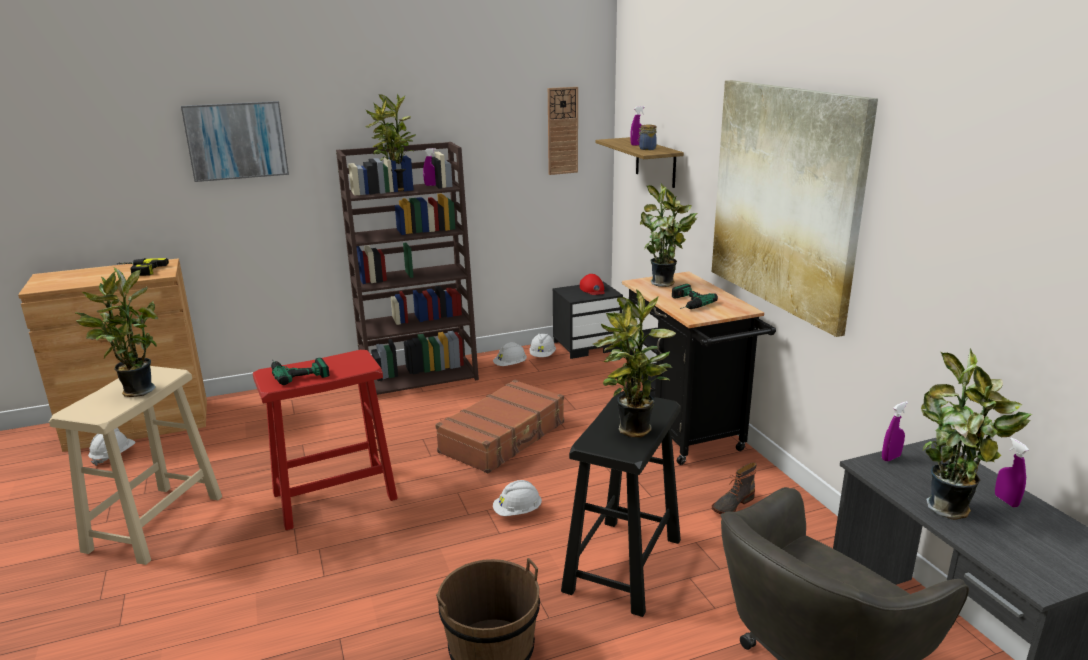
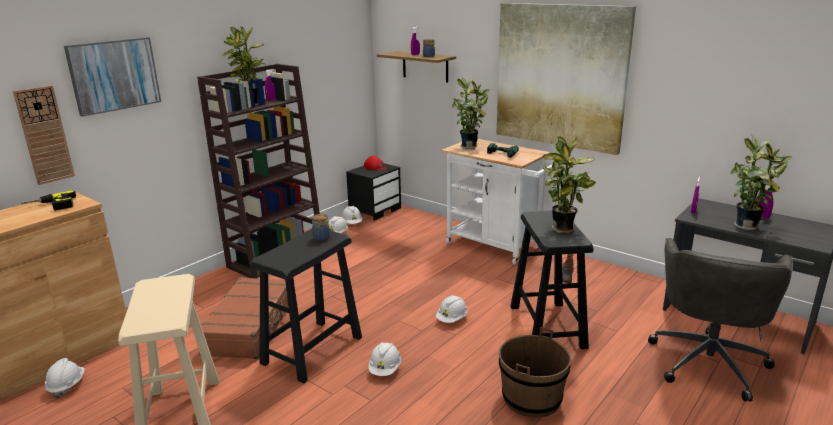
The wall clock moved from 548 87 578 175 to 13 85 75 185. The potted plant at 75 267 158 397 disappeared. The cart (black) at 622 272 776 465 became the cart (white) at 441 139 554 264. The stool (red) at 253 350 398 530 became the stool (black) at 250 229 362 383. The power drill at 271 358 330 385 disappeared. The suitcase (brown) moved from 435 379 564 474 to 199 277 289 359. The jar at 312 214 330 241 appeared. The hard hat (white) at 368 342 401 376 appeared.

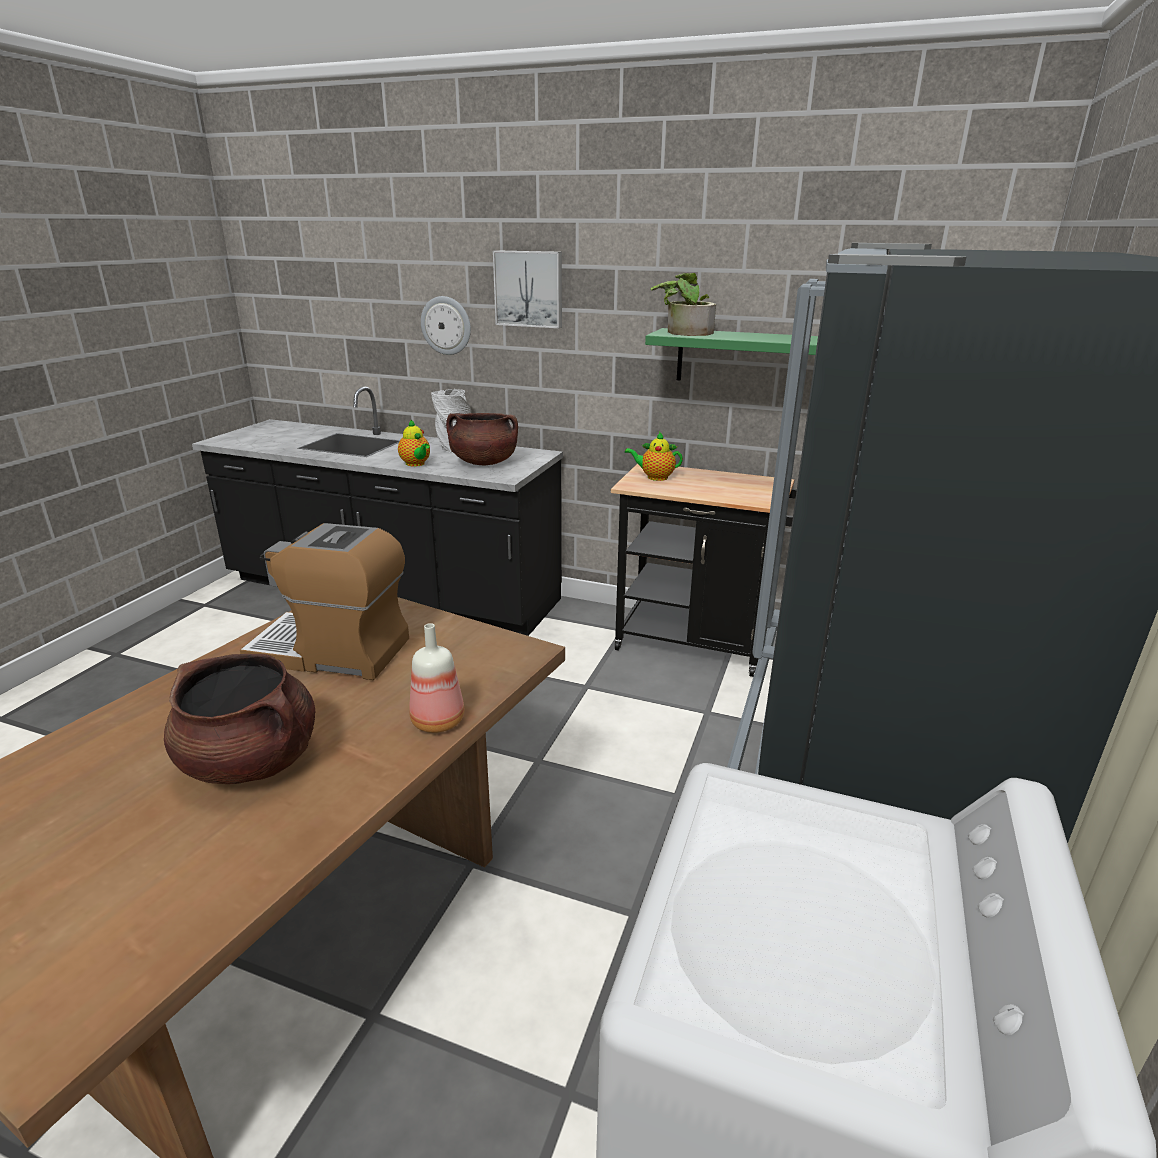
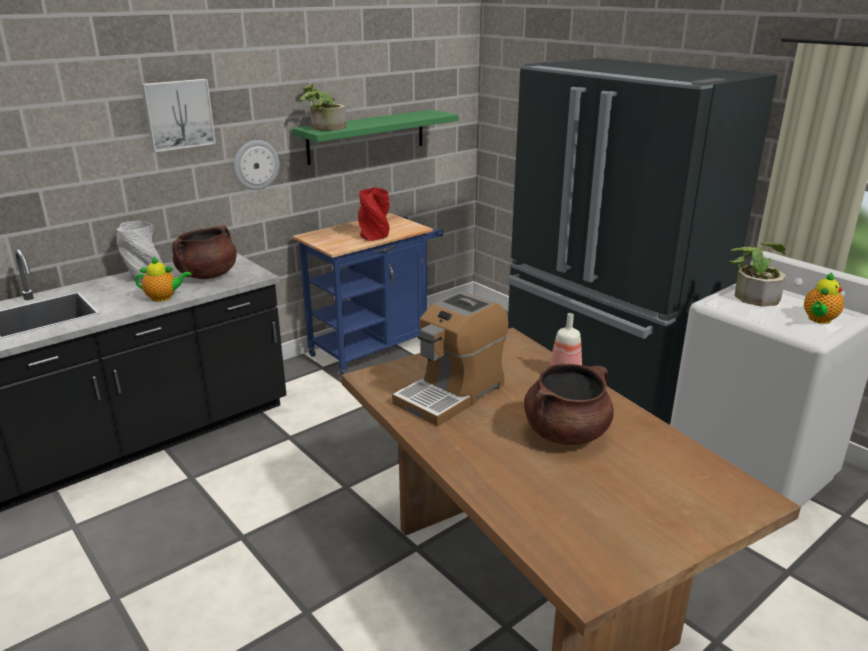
The wall clock moved from 421 296 471 355 to 234 140 279 190. The teapot moved from 625 432 683 481 to 804 272 844 324. The cart (black) at 611 464 797 677 became the cart (blue) at 293 213 443 375. The vase (red) at 358 187 390 241 appeared. The potted plant at 729 242 786 306 appeared.

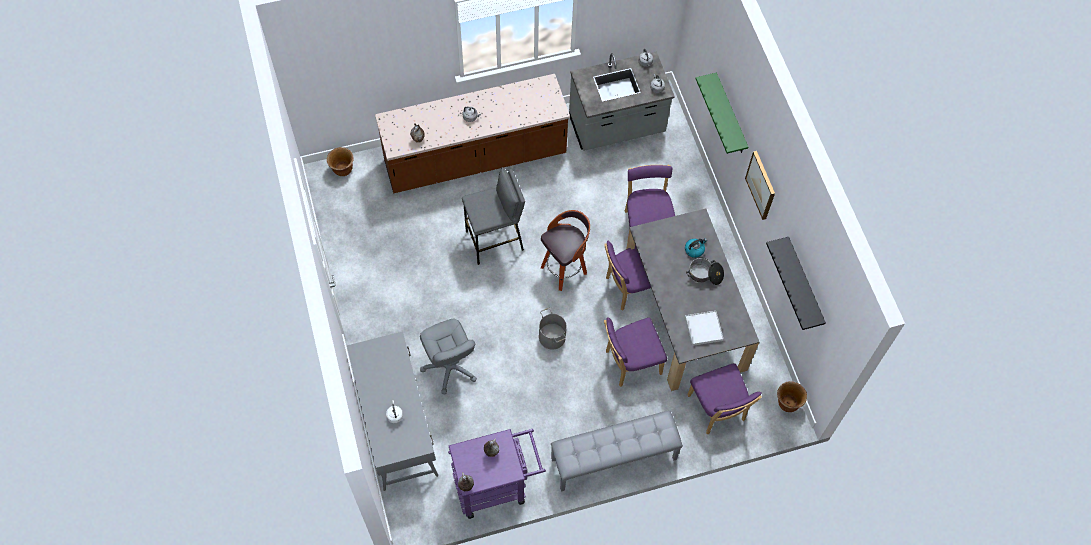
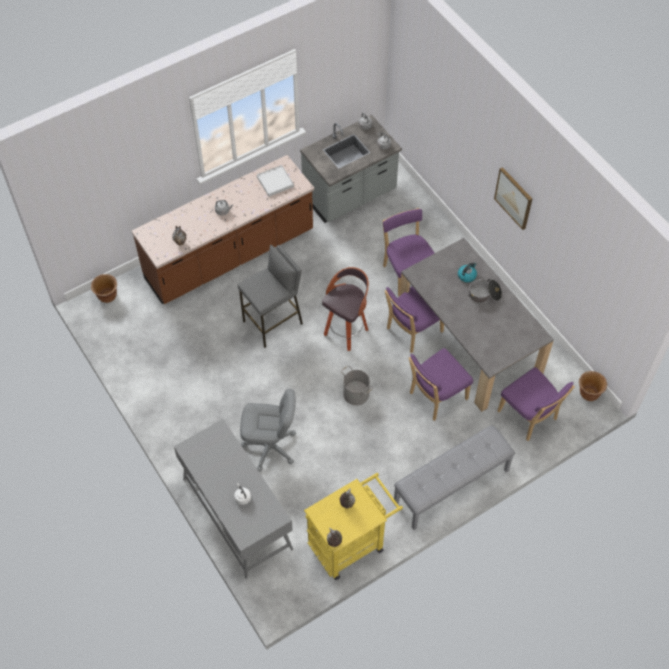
The shelf (green) at 696 73 748 154 disappeared. The shelf (black) at 766 237 826 330 disappeared. The tray (white) moved from 685 311 724 346 to 257 165 294 196. The office chair (grey) at 420 319 477 394 turned 45 degrees counterclockwise. The cart (purple) at 448 429 546 519 became the cart (yellow) at 304 473 403 580.

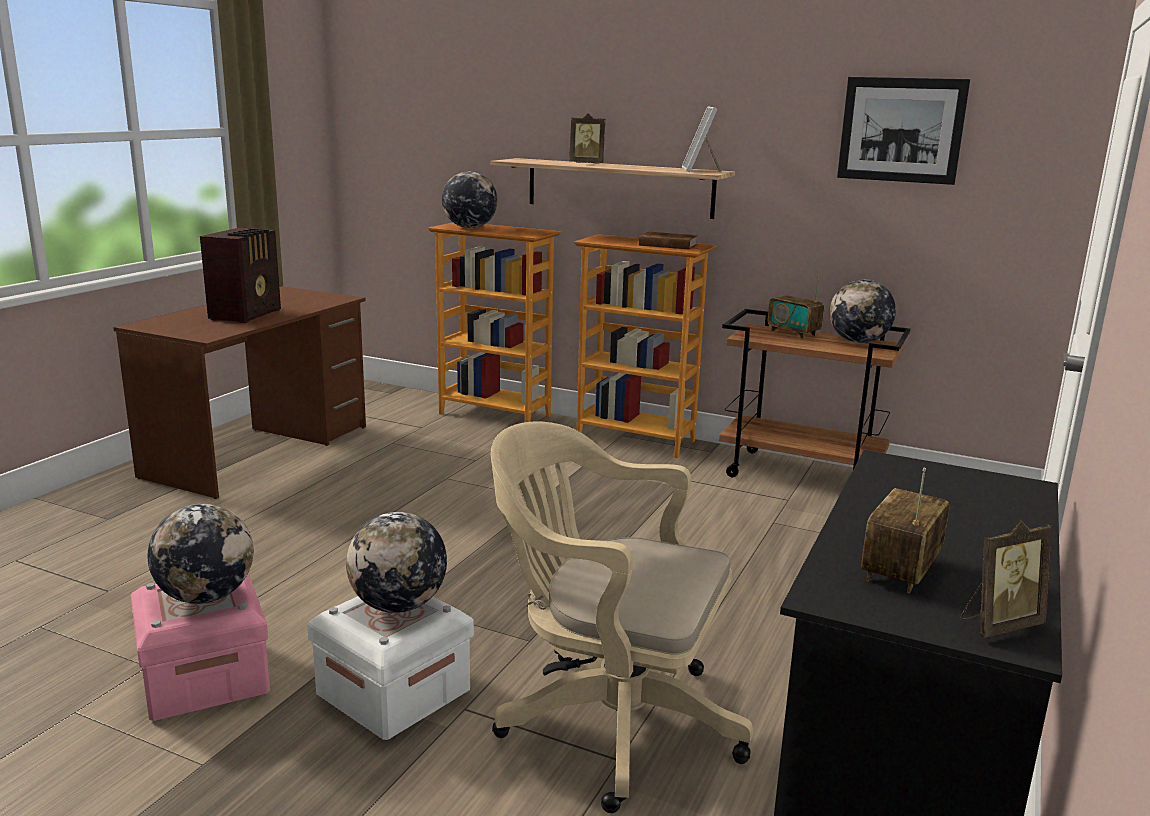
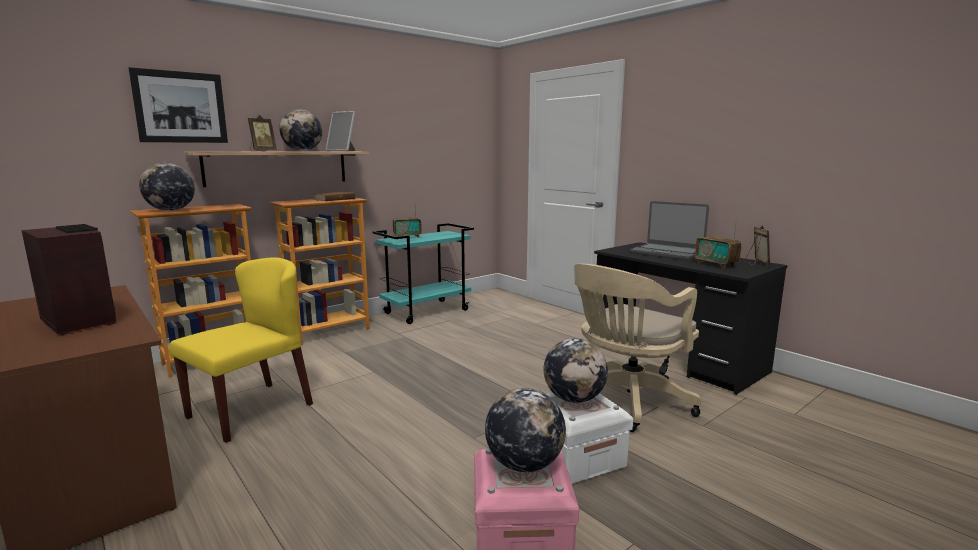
The picture moved from 837 77 970 185 to 129 67 228 143. The globe moved from 830 279 896 343 to 279 109 322 151. The cart (brown) at 719 309 910 477 became the cart (turquoise) at 372 223 474 324. The laptop at 630 201 709 260 appeared. The chair (yellow) at 170 257 313 443 appeared.

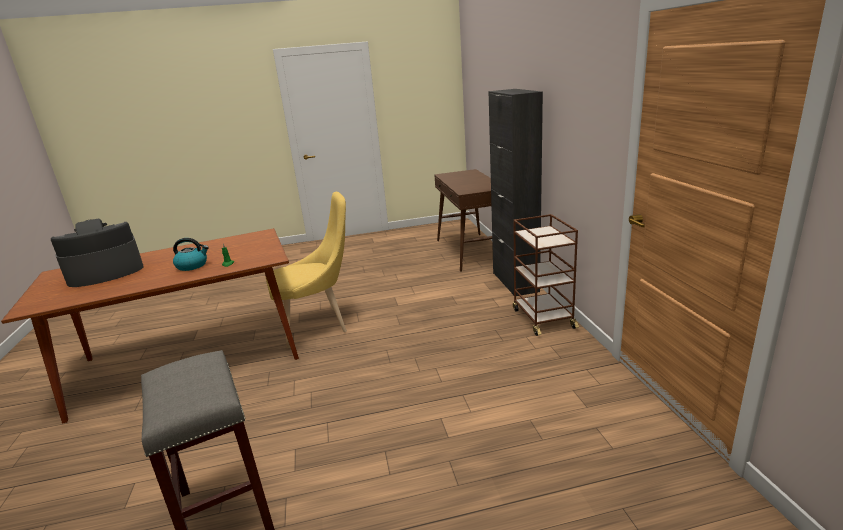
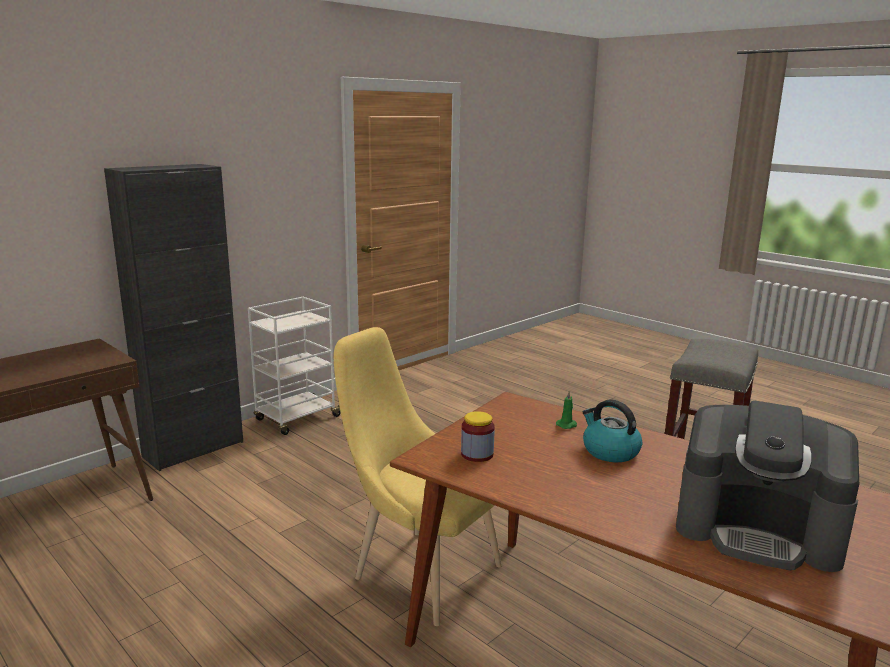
The cart (brown) at 513 214 579 336 became the cart (white) at 248 297 340 435. The jar at 461 411 495 462 appeared.

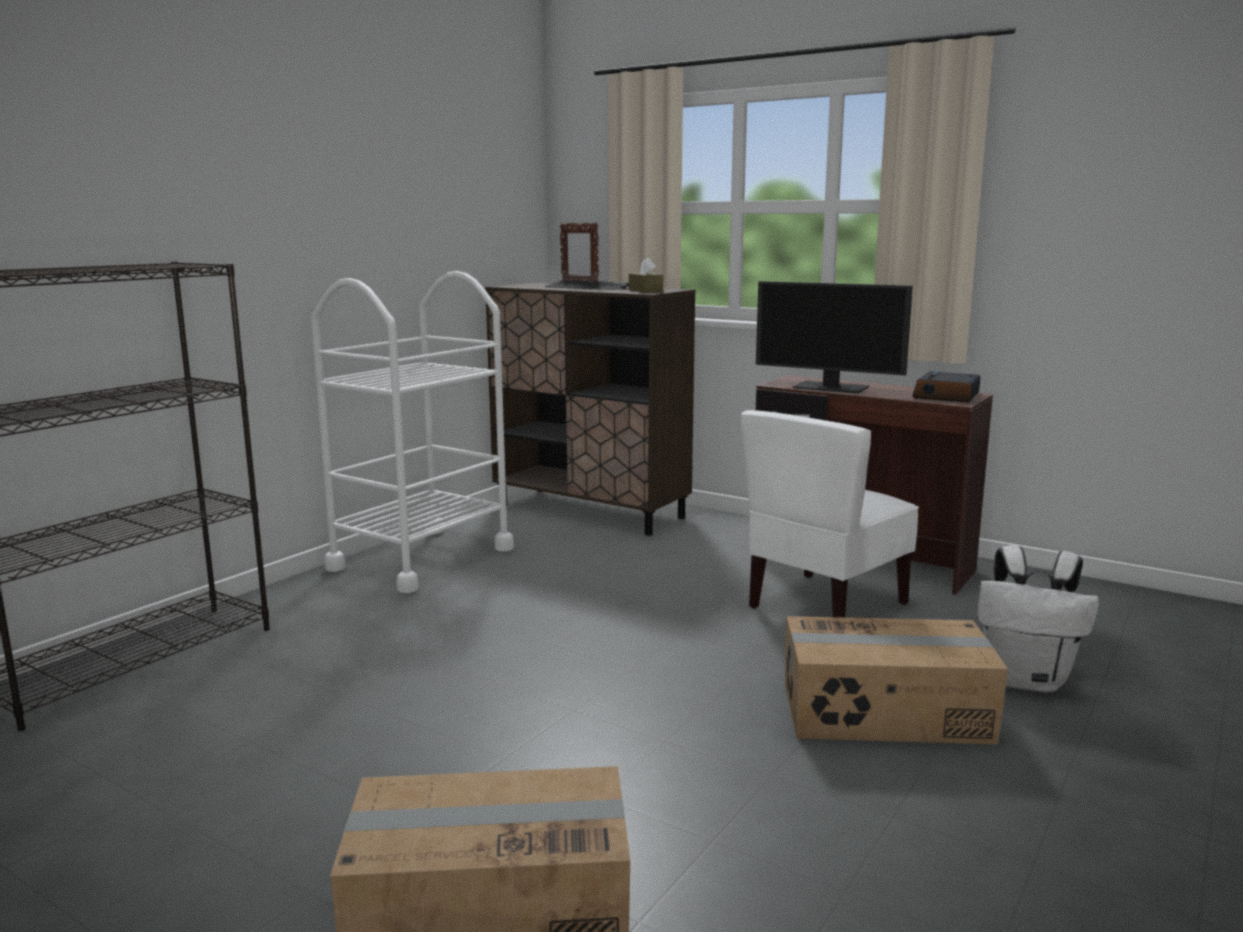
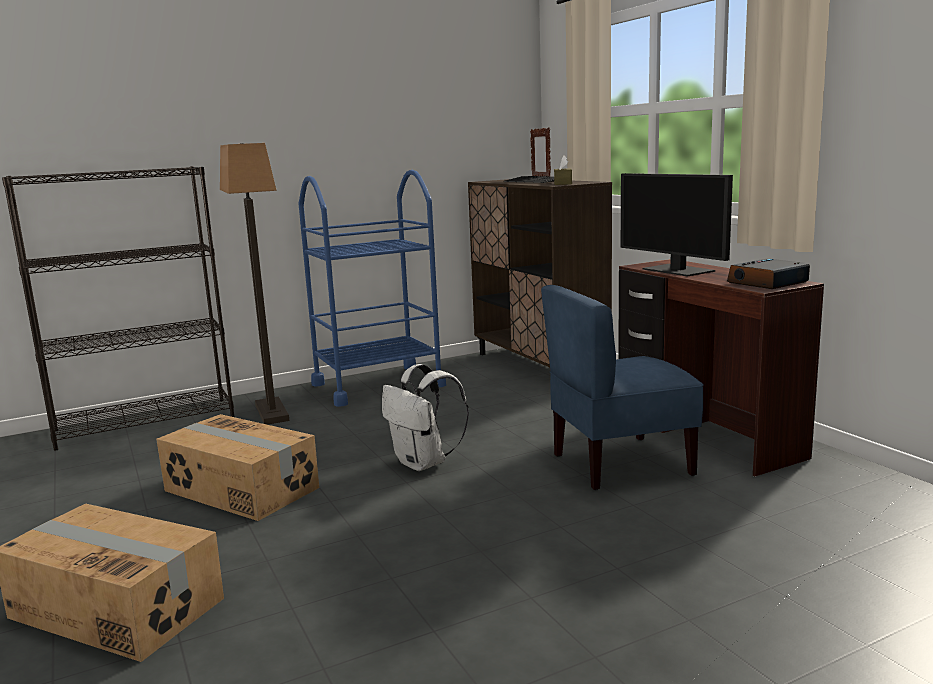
The cart (white) at 311 271 514 593 became the cart (blue) at 298 170 446 407. The chair (white) at 741 410 919 617 became the chair (blue) at 541 285 704 490. The backpack (white) moved from 977 545 1099 693 to 382 364 469 471. The cardboard box moved from 785 616 1008 745 to 156 414 319 521. The floor lamp at 220 143 290 425 appeared.

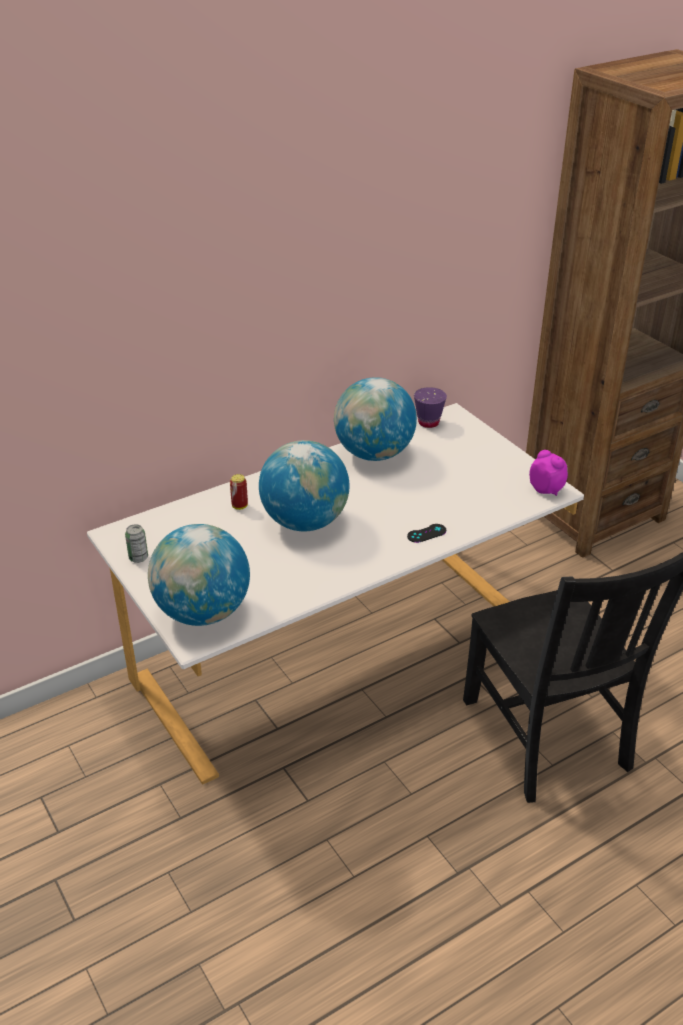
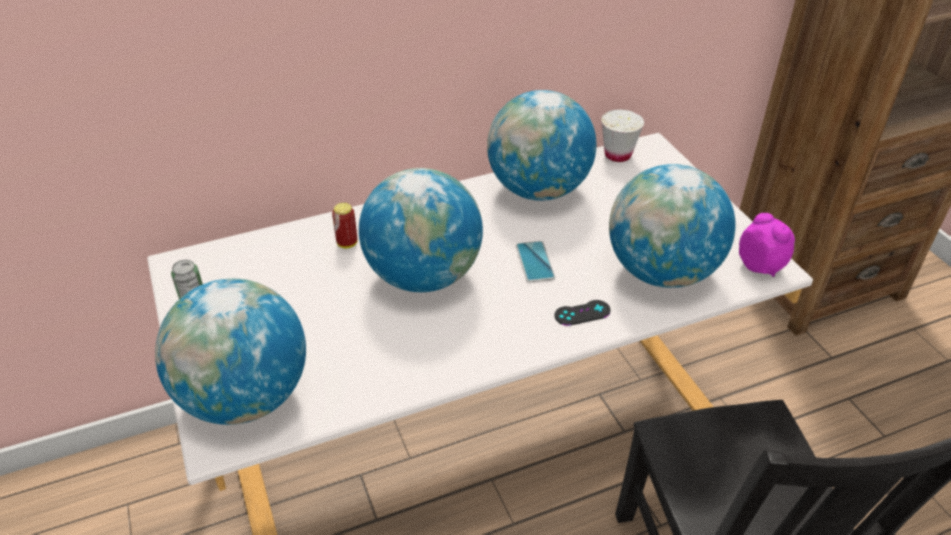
The cup (purple) at 414 387 447 428 became the cup (white) at 601 110 644 162. The globe at 609 164 735 288 appeared. The phone at 516 241 555 283 appeared.

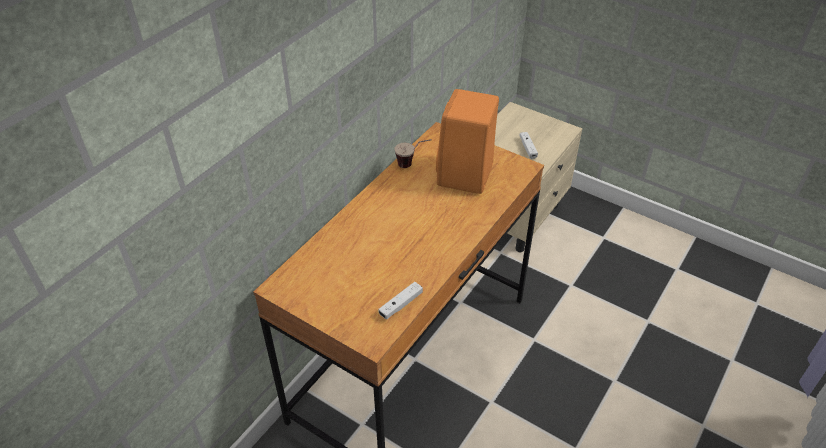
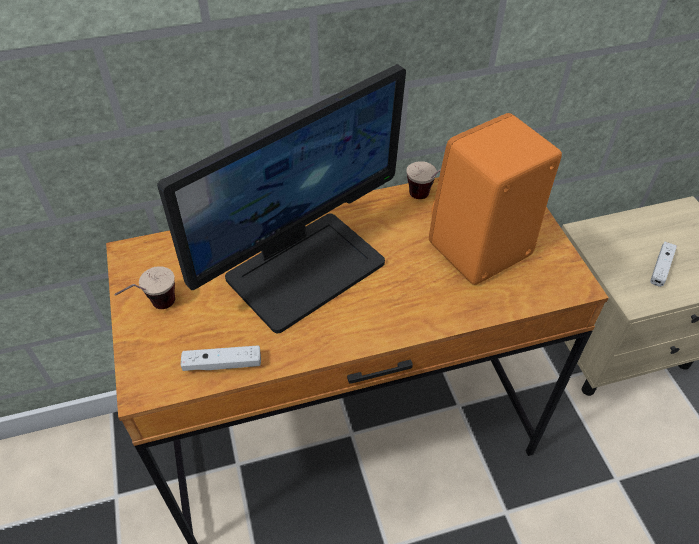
The monitor at 157 64 406 333 appeared. The cup at 114 266 175 309 appeared.

